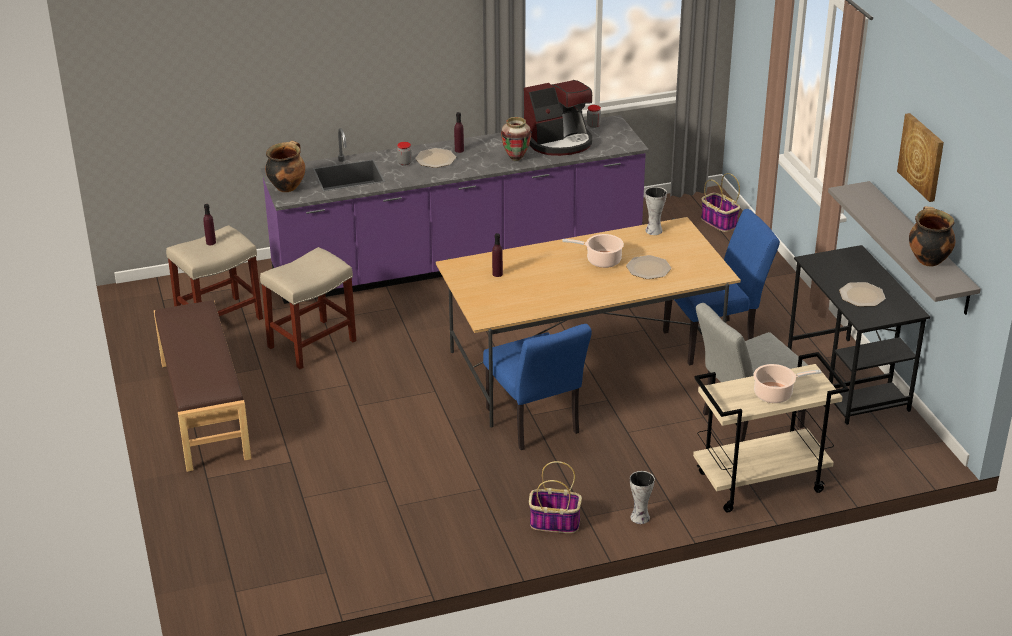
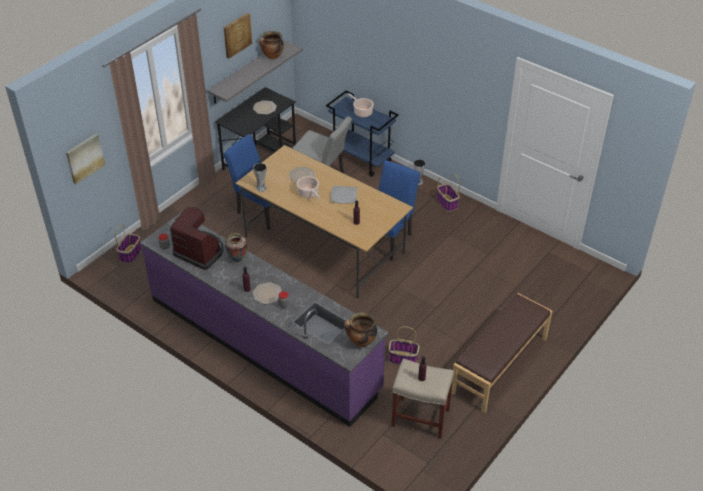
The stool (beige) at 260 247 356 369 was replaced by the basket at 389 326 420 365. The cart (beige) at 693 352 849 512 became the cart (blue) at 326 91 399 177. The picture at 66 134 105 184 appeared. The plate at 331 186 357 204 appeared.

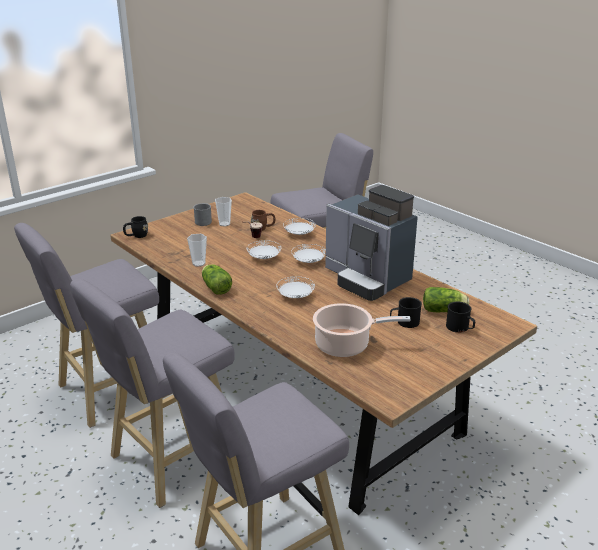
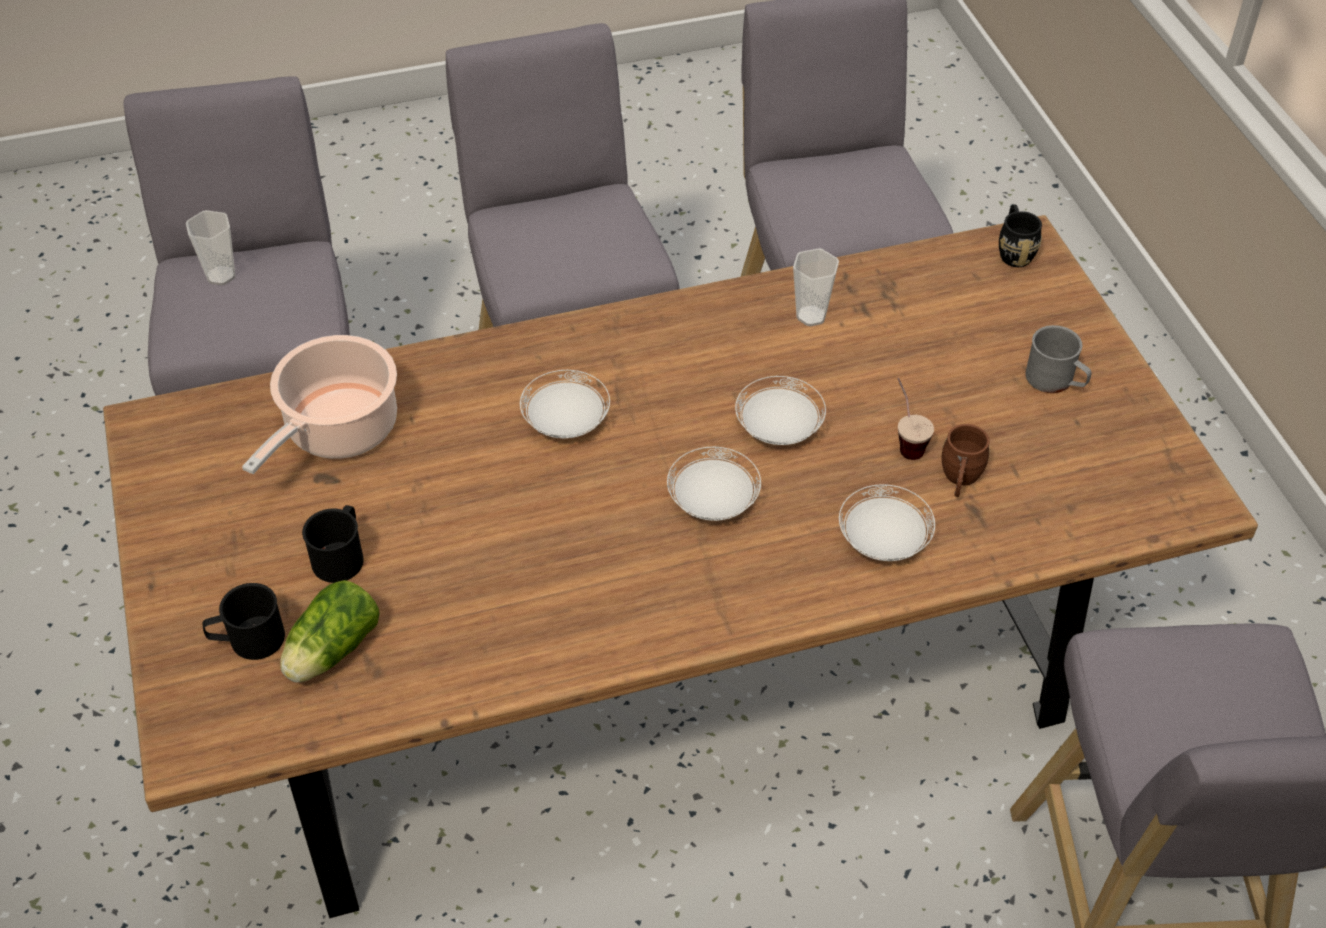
The coffee machine at 325 185 418 301 disappeared. The cup moved from 215 197 232 227 to 186 210 236 285. The lettuce at 202 264 232 295 disappeared.

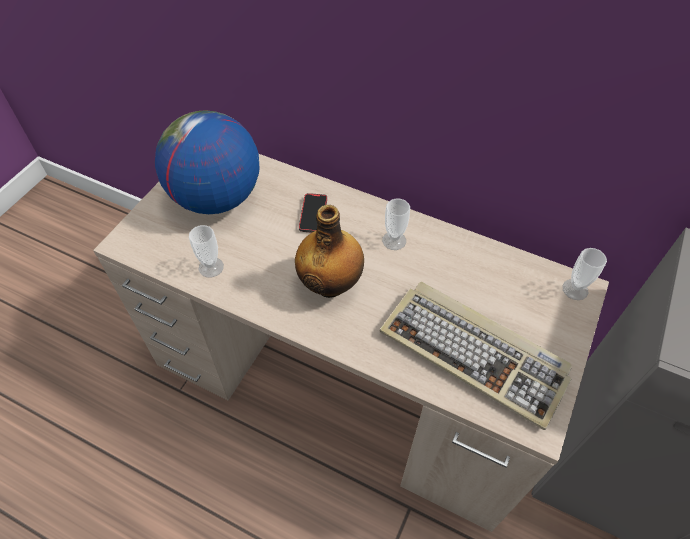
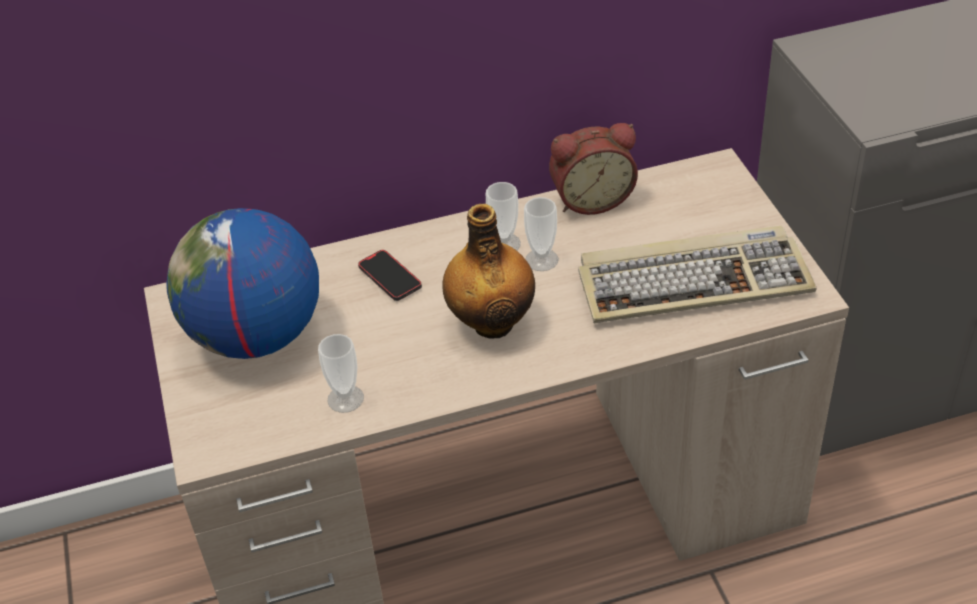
The cup moved from 562 248 607 300 to 524 197 559 271. The alarm clock at 549 123 638 215 appeared.

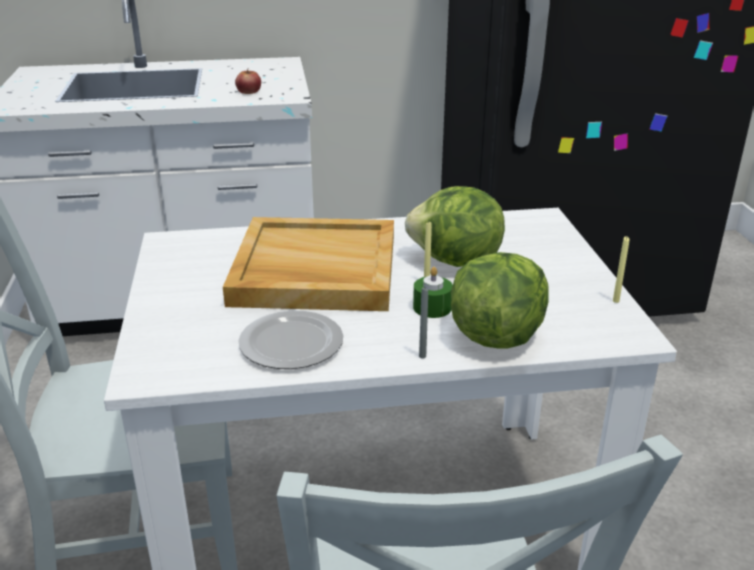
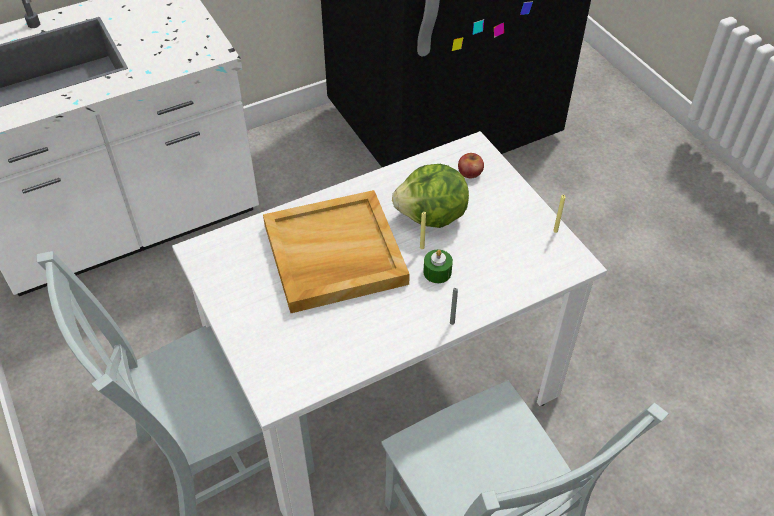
The apple moved from 235 68 261 94 to 458 153 484 178. The lettuce at 451 252 549 349 disappeared. The plate at 238 310 343 369 disappeared.

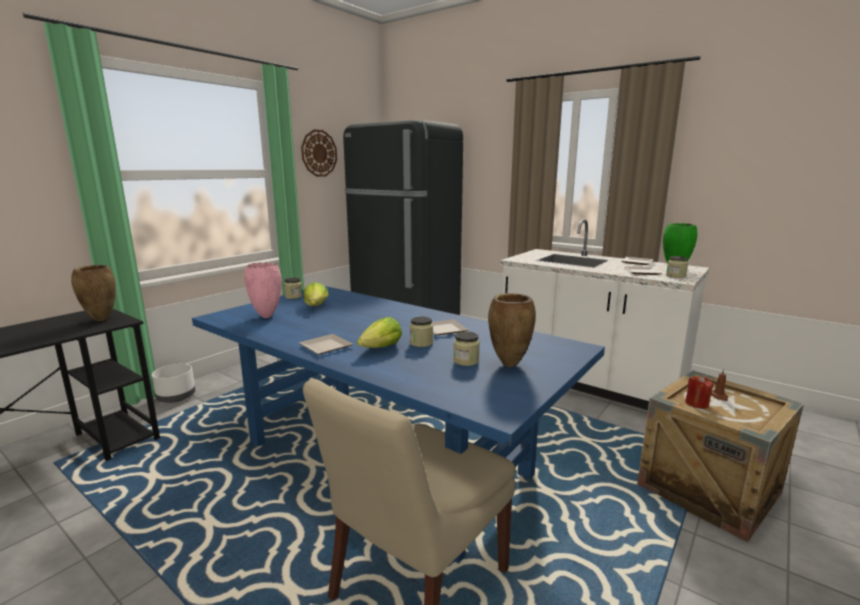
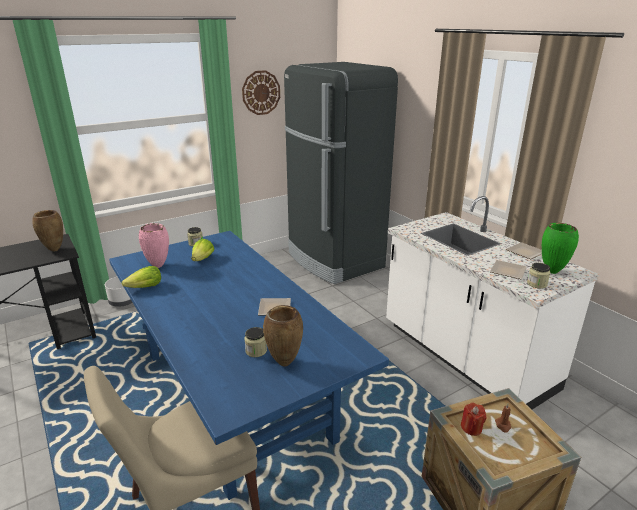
The lettuce moved from 357 317 402 348 to 122 266 161 288. The jar at 410 317 433 347 disappeared. The plate at 299 334 353 355 disappeared.

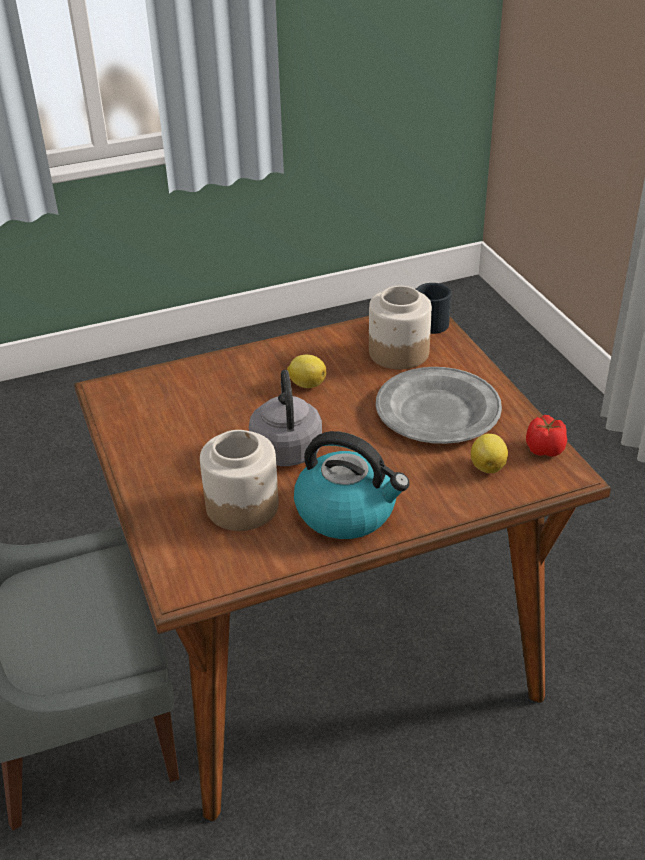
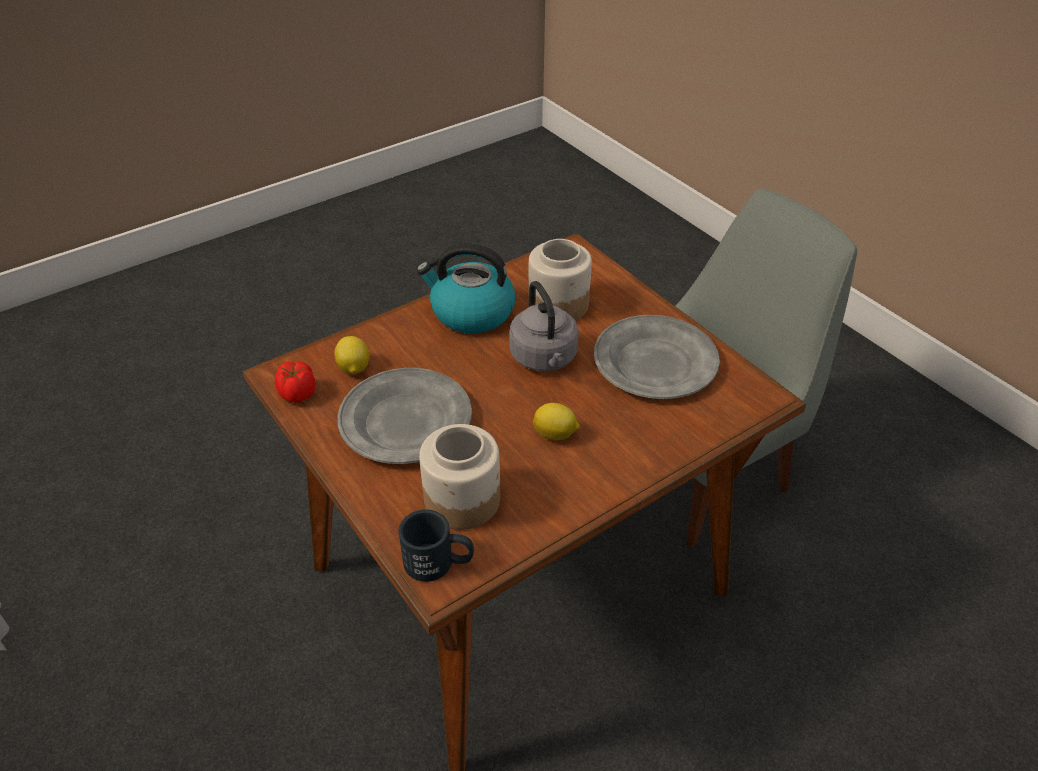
The plate (grey) at 594 315 720 399 appeared.

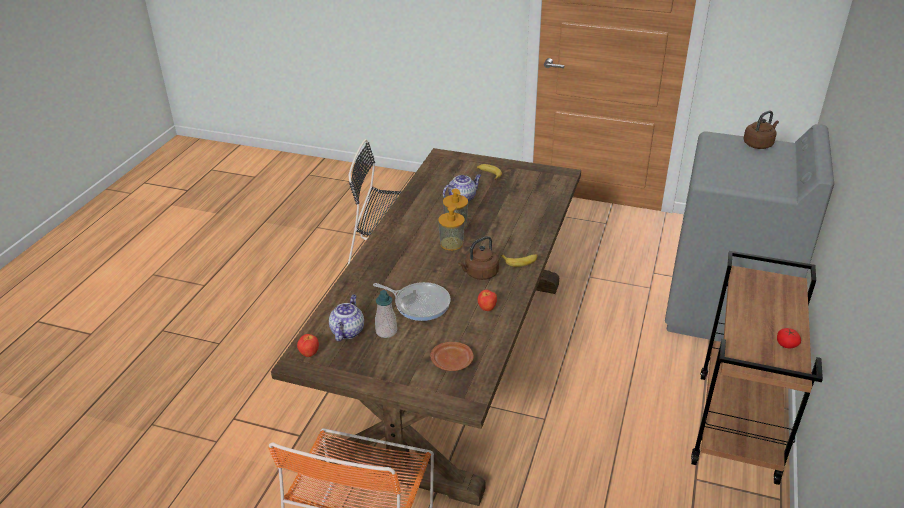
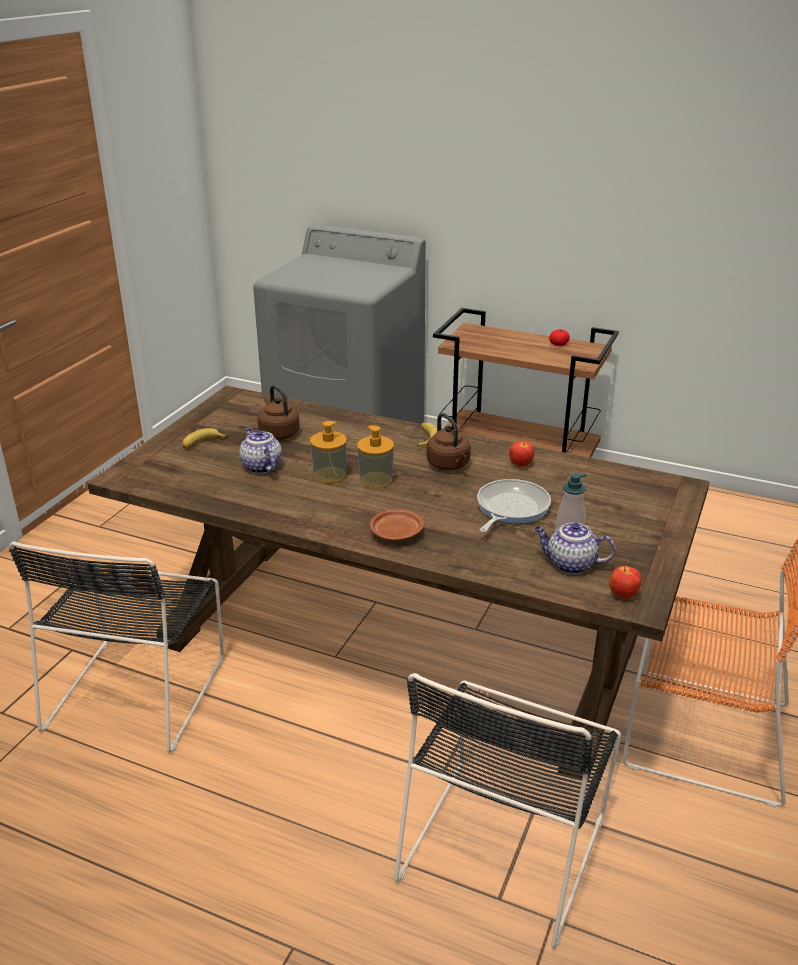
The kettle (brown) moved from 743 111 779 149 to 258 385 300 440. The plate (brown) moved from 430 342 474 371 to 370 509 424 541. The chair (black) at 394 673 621 948 appeared.

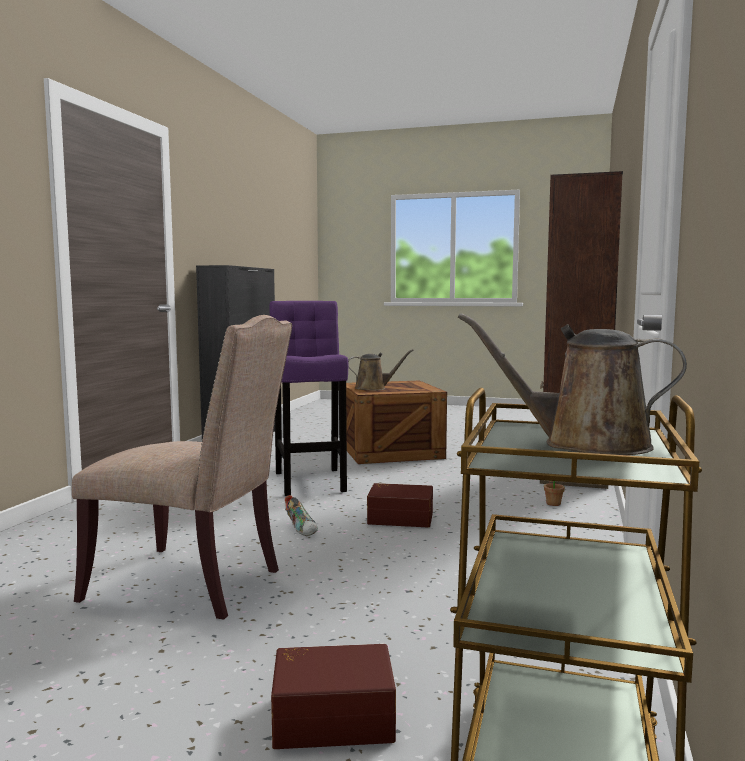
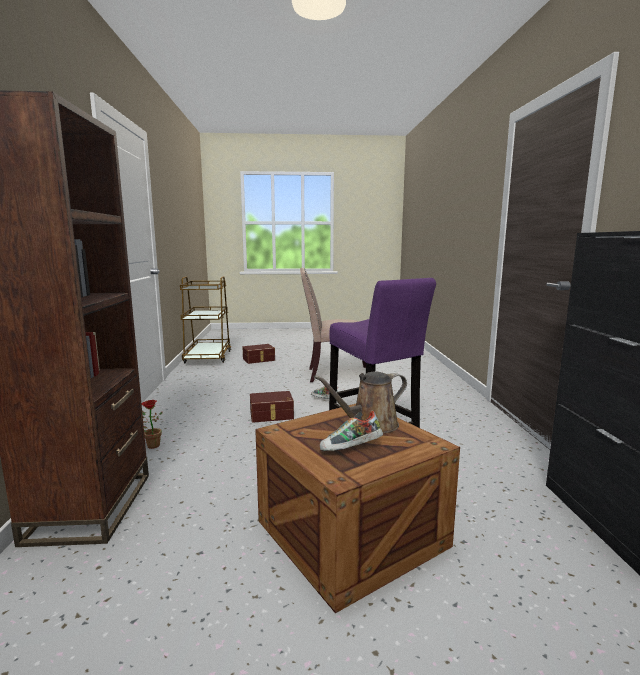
The watering can (brown) at 458 313 687 455 disappeared. The shoe at 320 411 383 451 appeared.

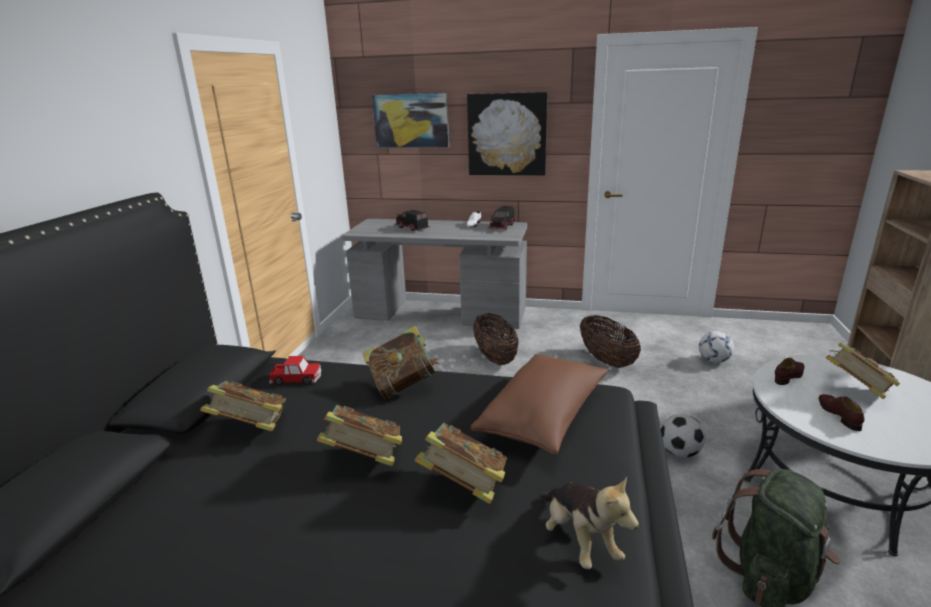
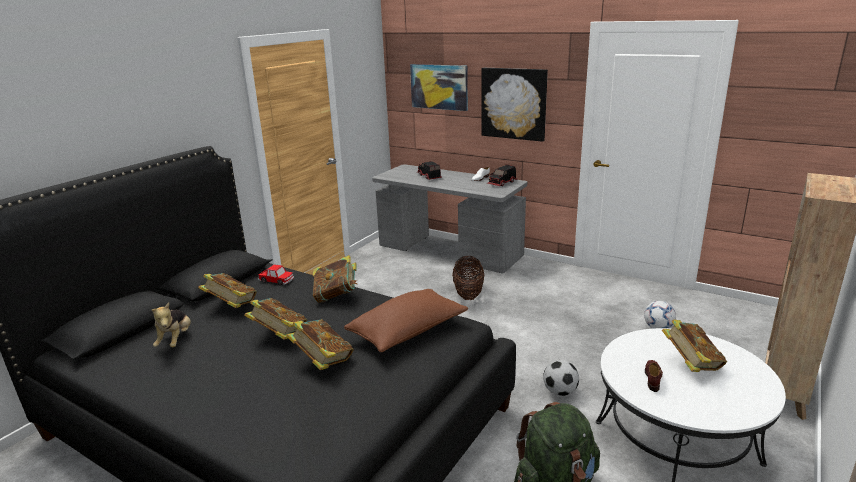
The basket at 580 315 641 368 disappeared. The shoe (brown) at 775 358 804 385 disappeared. The plush toy moved from 539 476 639 569 to 151 303 191 347.

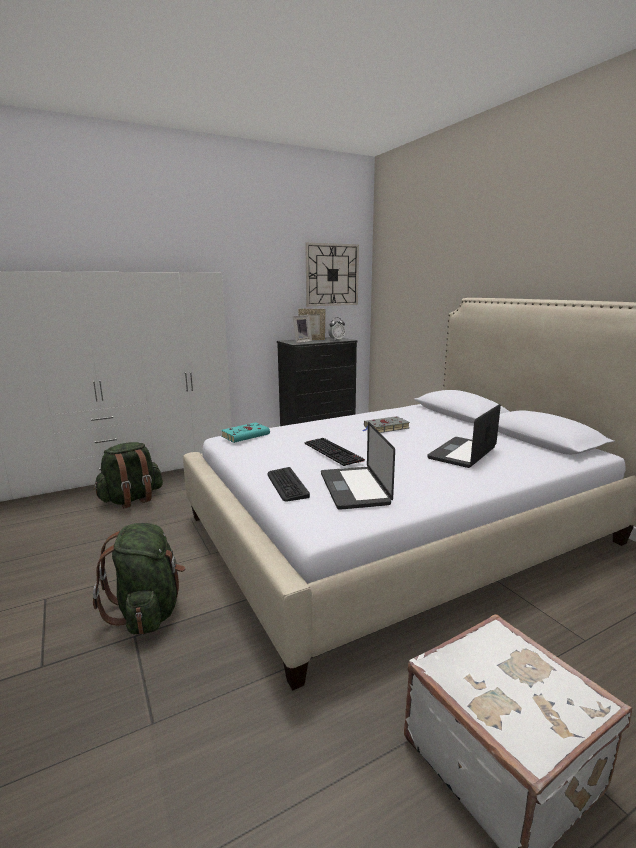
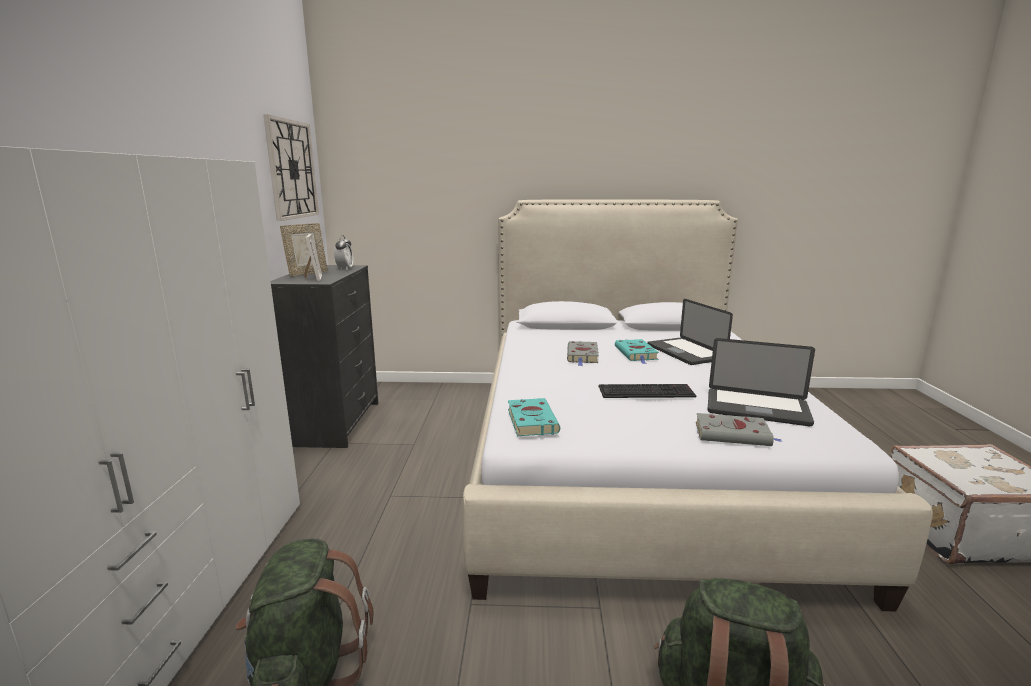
The keyboard at 267 467 310 502 was replaced by the book (grey) at 696 413 783 446. The book (turquoise) at 615 339 659 364 appeared.

